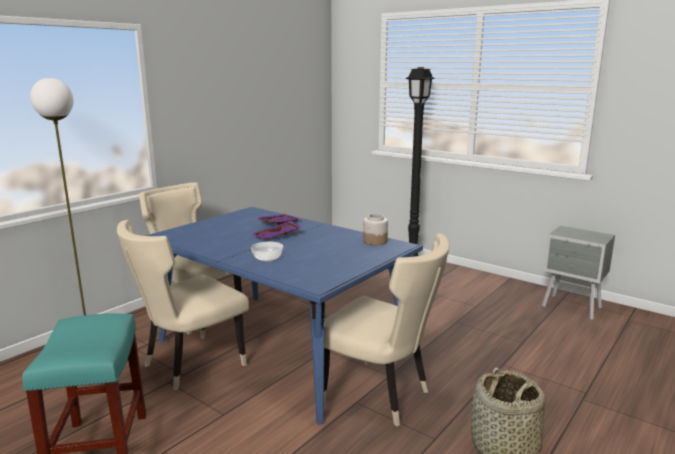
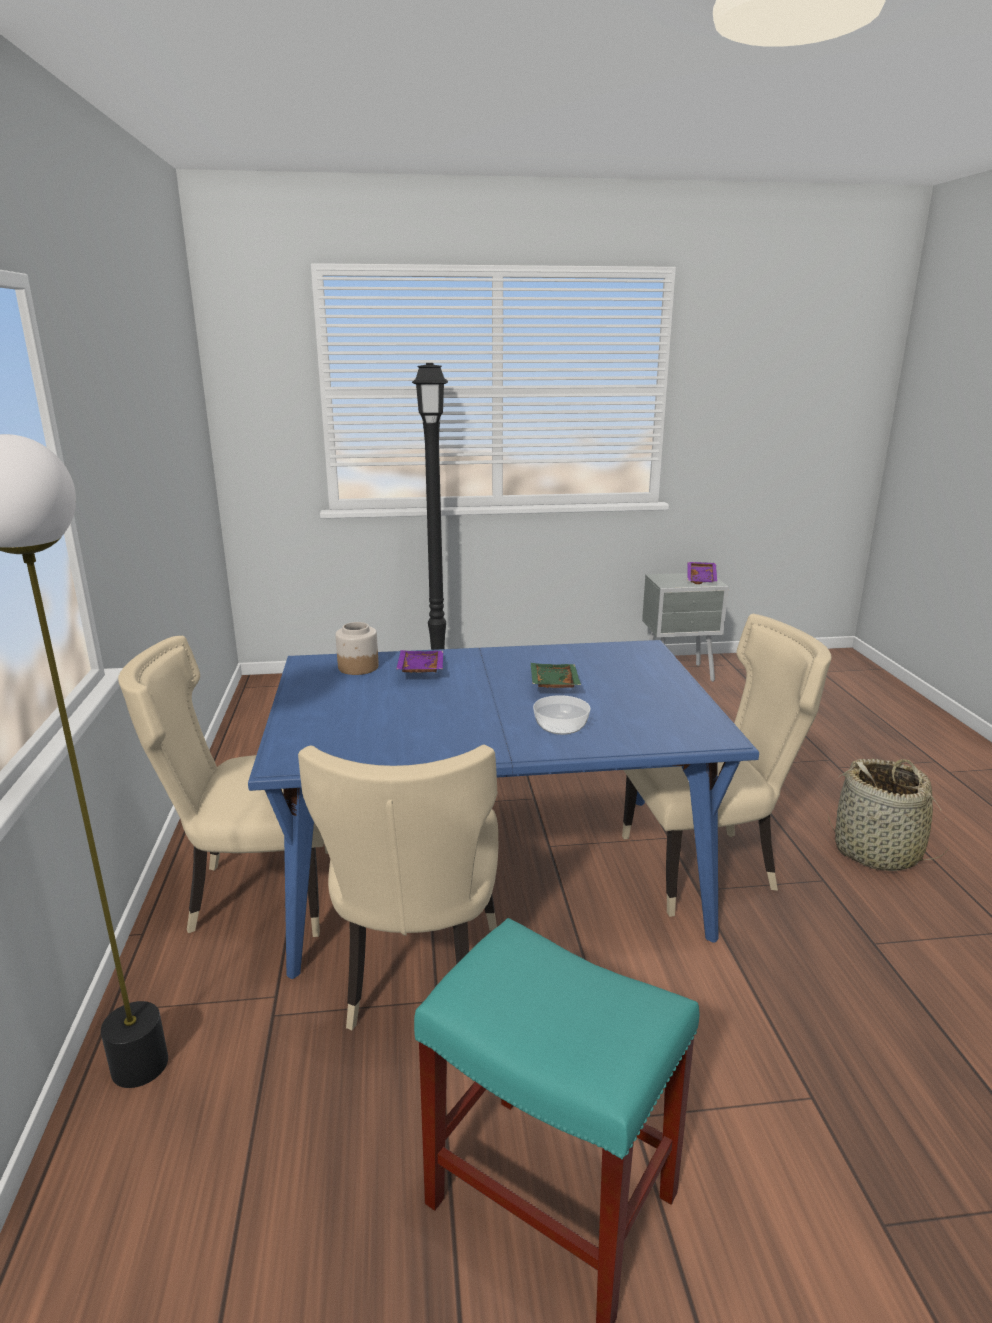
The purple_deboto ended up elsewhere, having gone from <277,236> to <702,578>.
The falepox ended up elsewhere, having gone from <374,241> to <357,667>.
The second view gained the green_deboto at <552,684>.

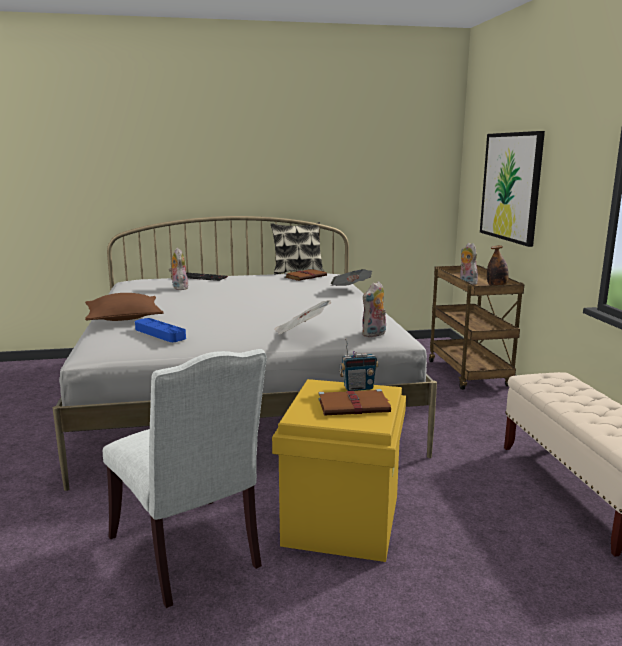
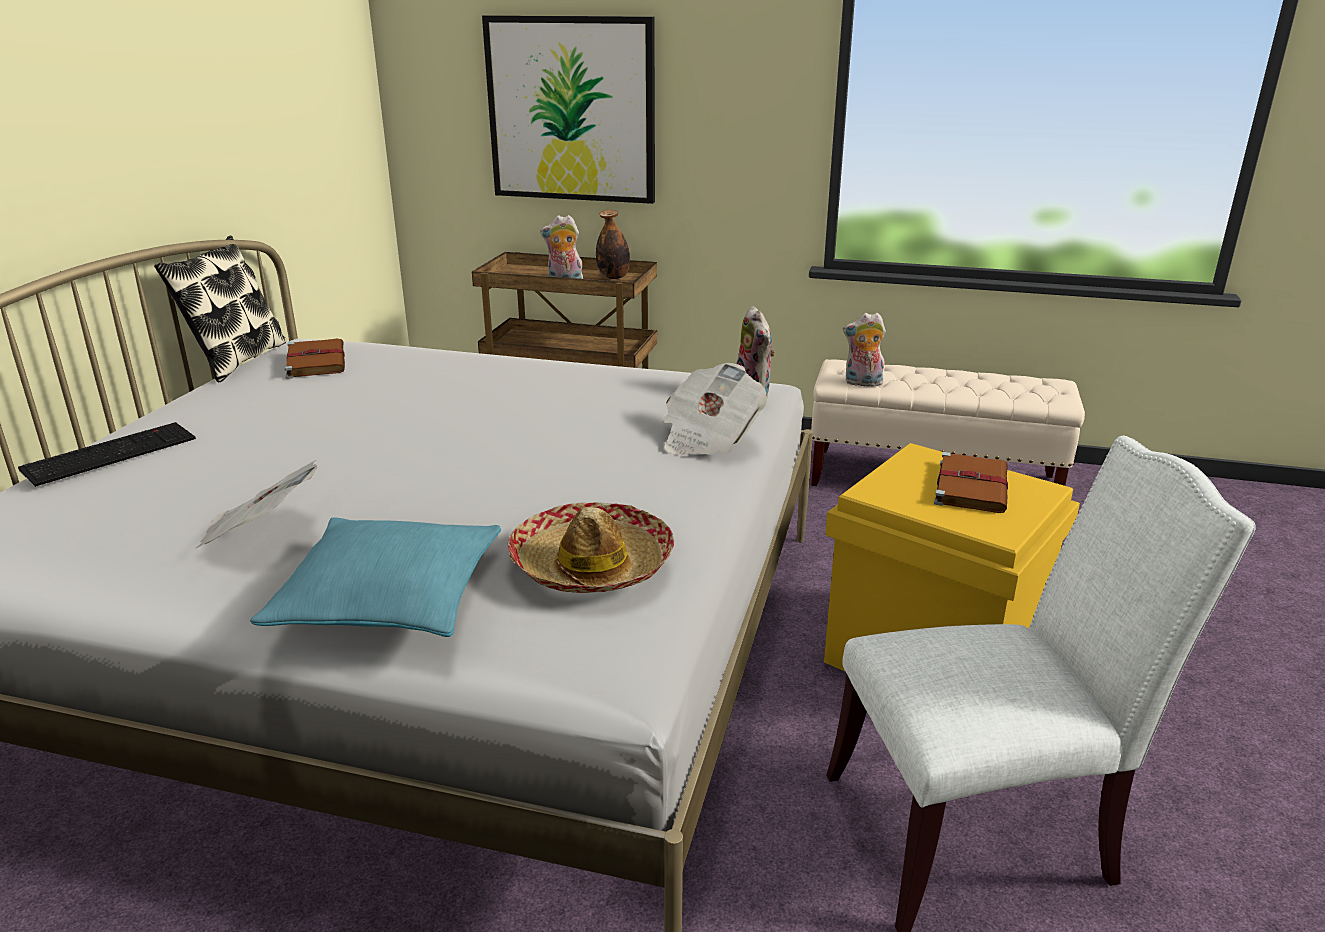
What was the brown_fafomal at <124,318> turned into the turquoise_fafomal at <389,597>.
Where the blue_deboto stood at <160,334>, the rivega came to stand at <591,565>.
The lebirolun ended up elsewhere, having gone from <179,288> to <862,383>.
The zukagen ended up elsewhere, having gone from <350,290> to <262,534>.
The second view lost the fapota at <358,388>.

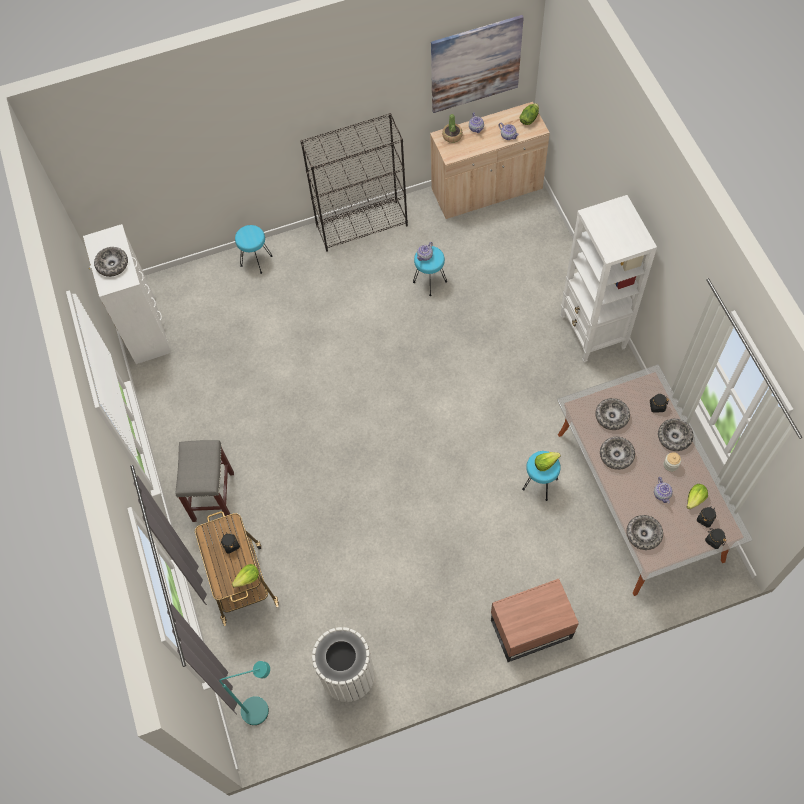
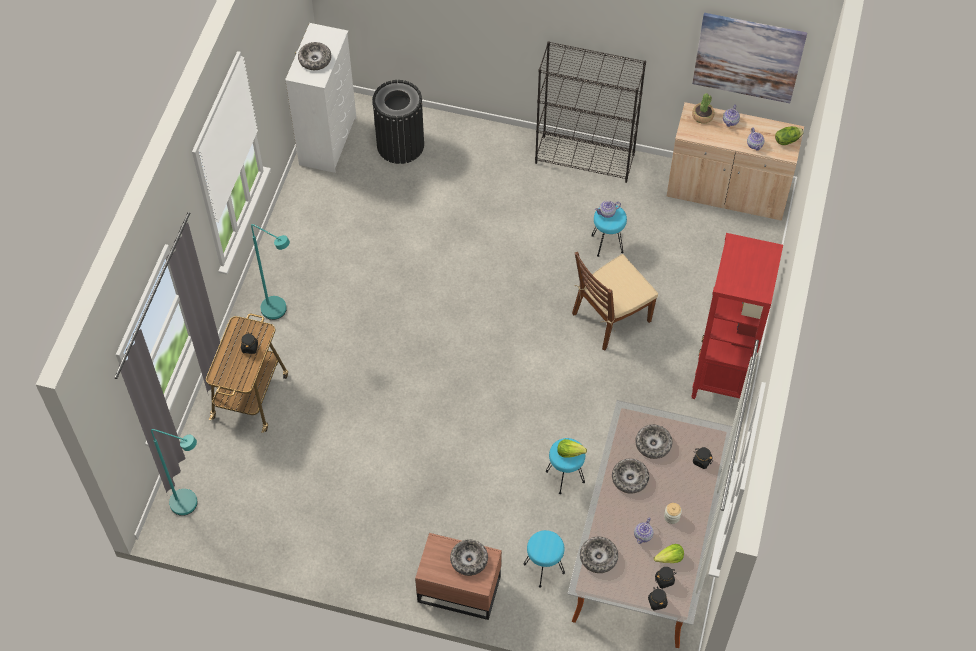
Where the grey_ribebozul stood at <213,496>, the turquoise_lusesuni came to stand at <279,312>.
The second view lost the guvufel at <247,578>.
The turquoise_ribebozul ended up elsewhere, having gone from <256,260> to <544,567>.
The second view lost the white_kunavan at <347,674>.
What was the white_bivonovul at <592,333> turned into the red_bivonovul at <721,377>.
The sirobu ended up elsewhere, having gone from <674,437> to <469,560>.
The second view gained the black_kunavan at <400,145>.
The second view gained the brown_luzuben at <610,317>.

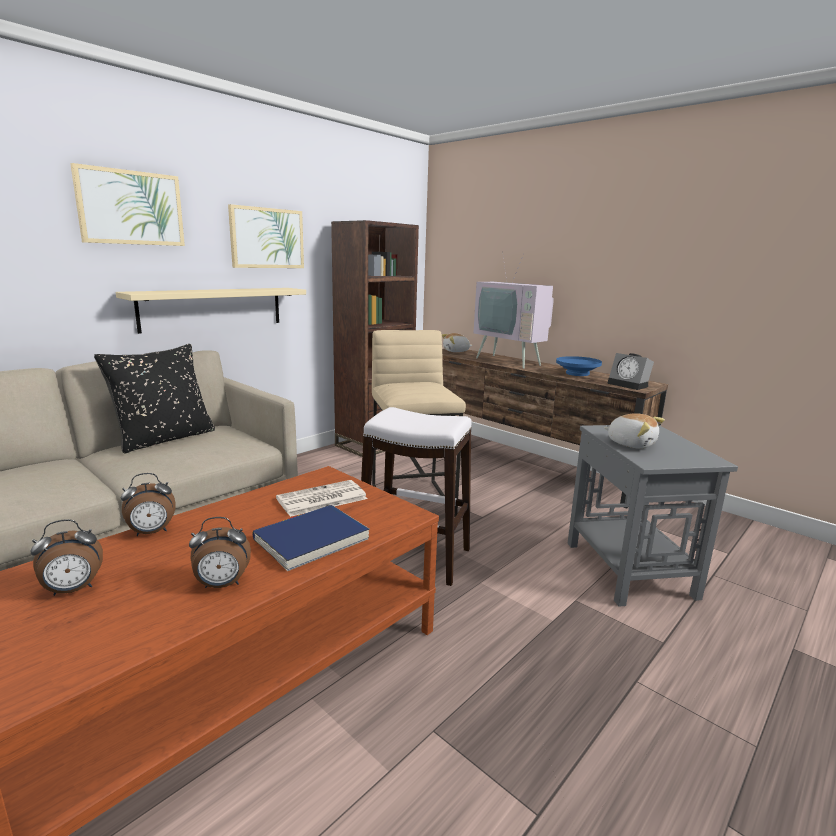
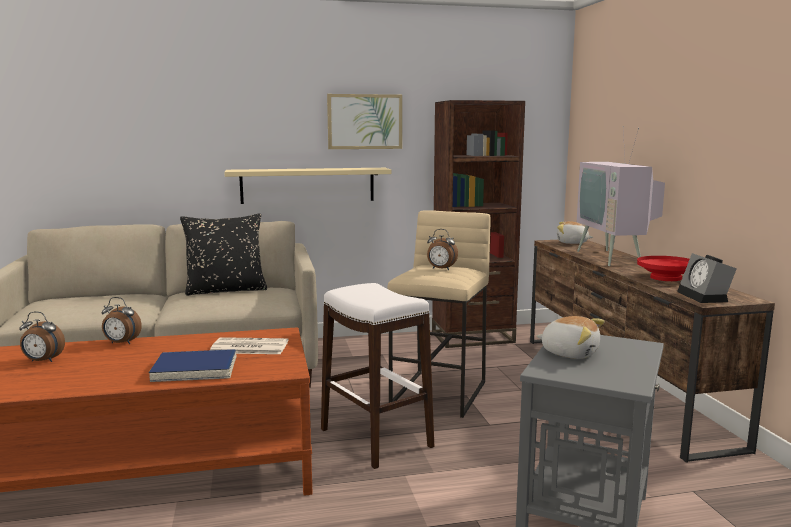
The second view lost the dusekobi at <131,208>.
The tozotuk ended up elsewhere, having gone from <222,585> to <441,269>.
What was the blue_sirobu at <577,373> turned into the red_sirobu at <665,278>.
The lebirolun at <631,443> ended up facing another way, 45 degrees counterclockwise from before.

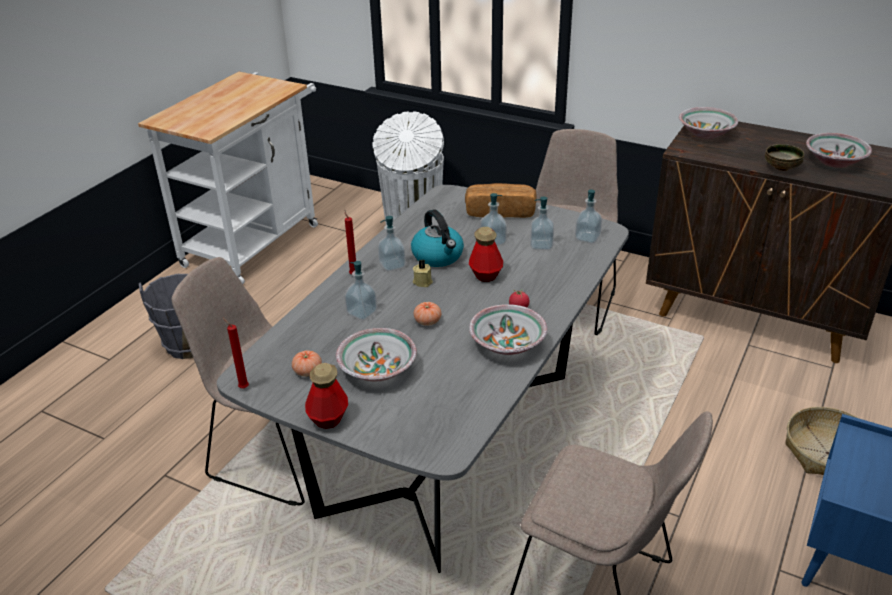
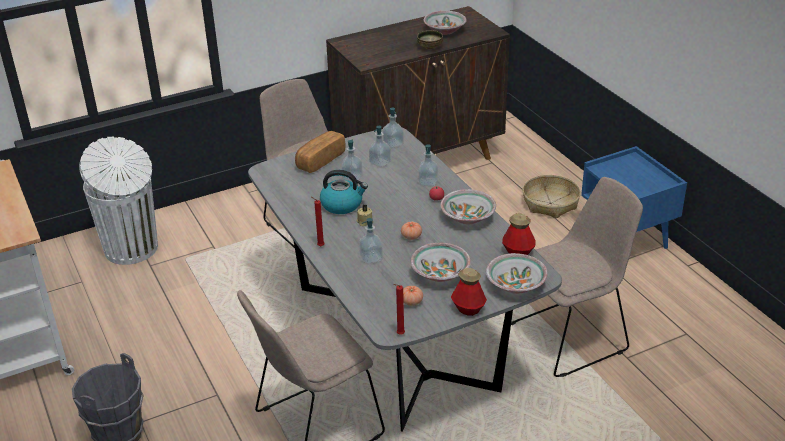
The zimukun ended up elsewhere, having gone from <392,265> to <428,182>.
The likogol ended up elsewhere, having gone from <485,275> to <518,252>.
The sirobu ended up elsewhere, having gone from <706,133> to <516,285>.

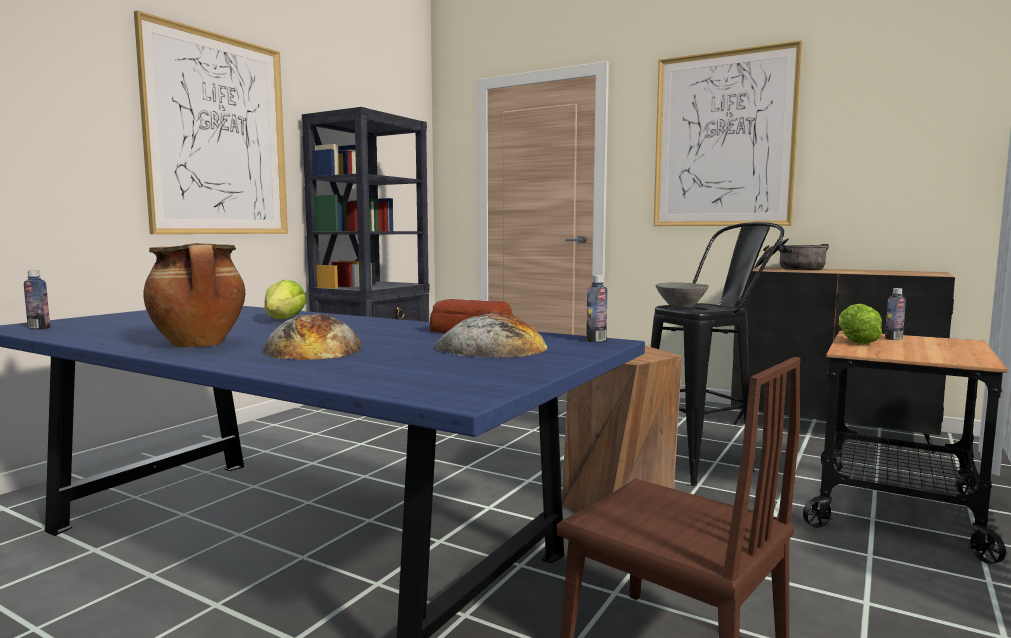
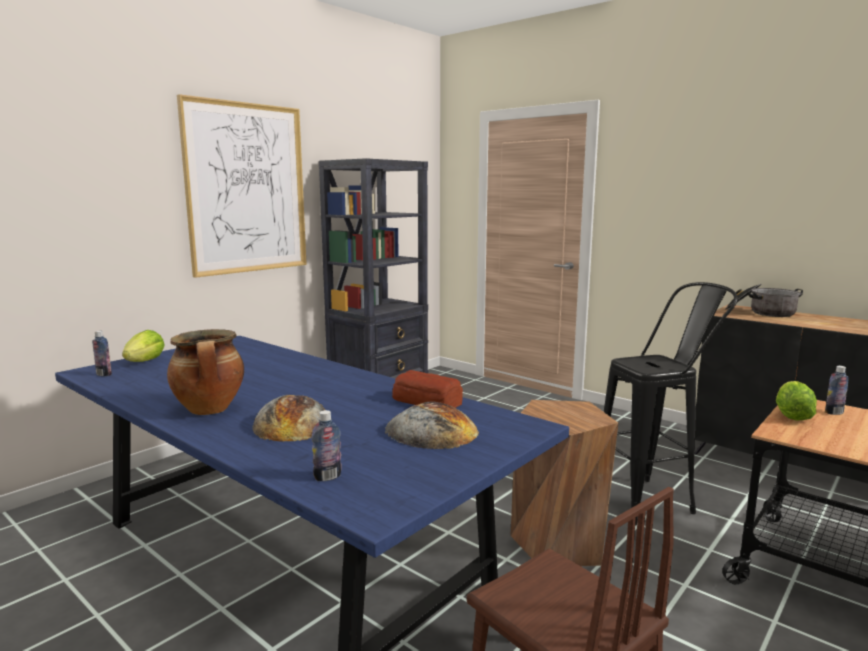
The guvufel ended up elsewhere, having gone from <284,319> to <145,362>.
The likogol ended up elsewhere, having gone from <596,340> to <327,477>.
The second view lost the dusekobi at <723,140>.
The second view lost the grey_sirobu at <681,307>.

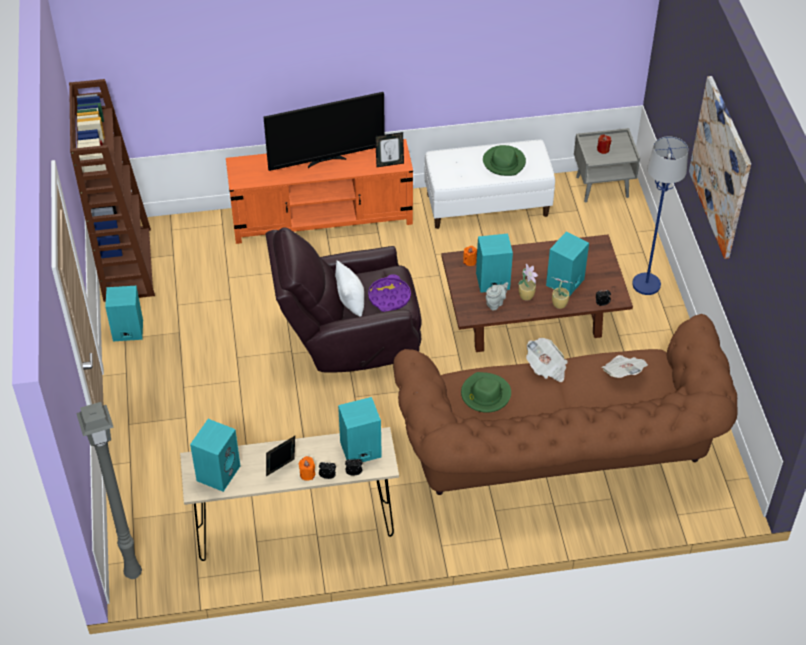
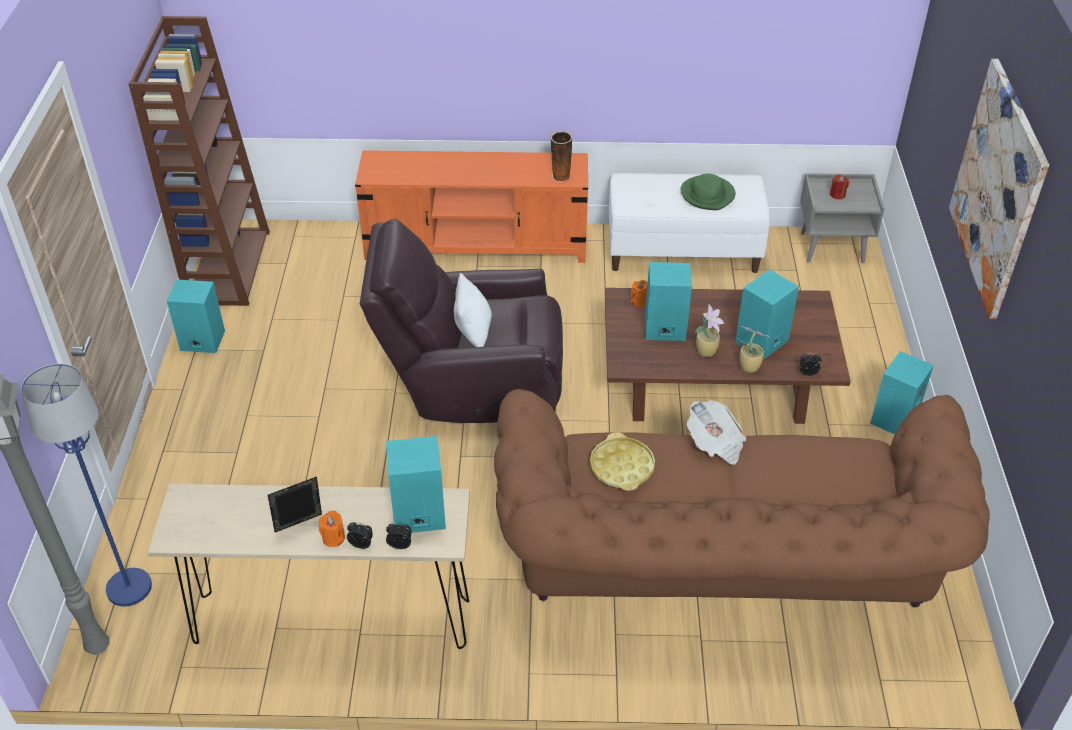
The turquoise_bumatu ended up elsewhere, having gone from <218,472> to <893,418>.
The second view lost the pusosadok at <326,160>.
The second view lost the purple_deboto at <389,297>.
Where the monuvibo stood at <389,163>, the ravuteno came to stand at <560,177>.
Where the green_rivega stood at <485,394>, the yellow_deboto came to stand at <621,467>.
The second view lost the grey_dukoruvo at <495,303>.
The second view lost the zukagen at <623,373>.
The blue_lusesuni ended up elsewhere, having gone from <646,284> to <128,588>.

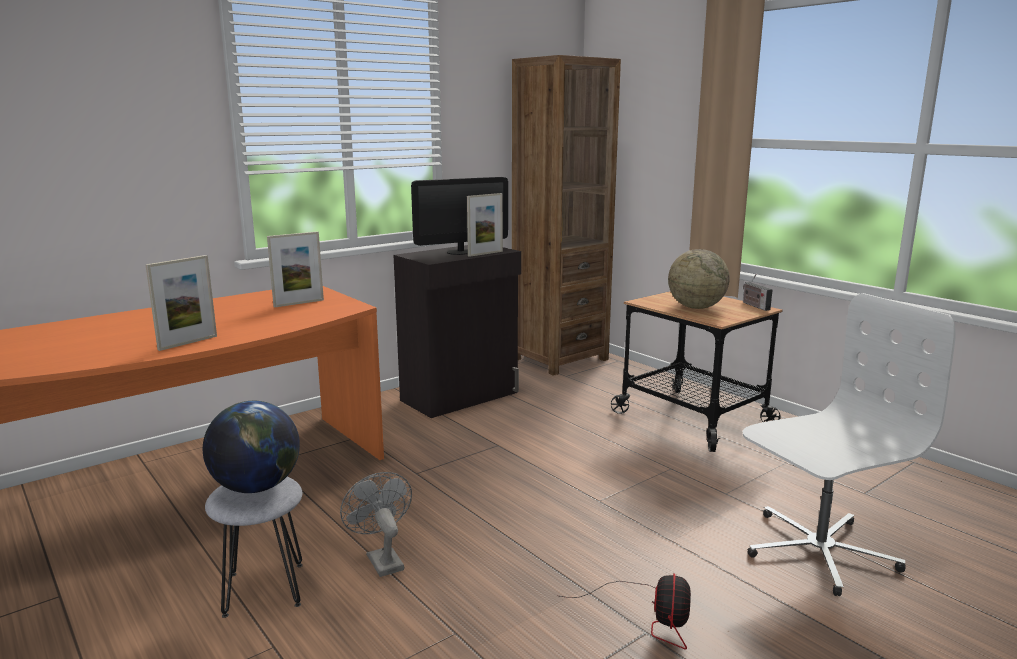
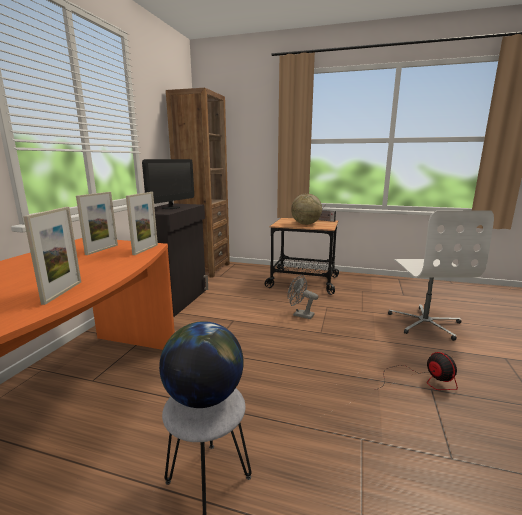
The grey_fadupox ended up elsewhere, having gone from <381,559> to <300,315>.
The monuvibo ended up elsewhere, having gone from <485,253> to <145,249>.
The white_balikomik at <818,550> ended up facing another way, 150 degrees clockwise from before.

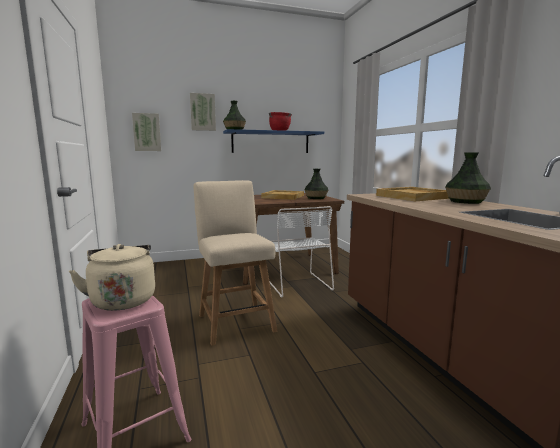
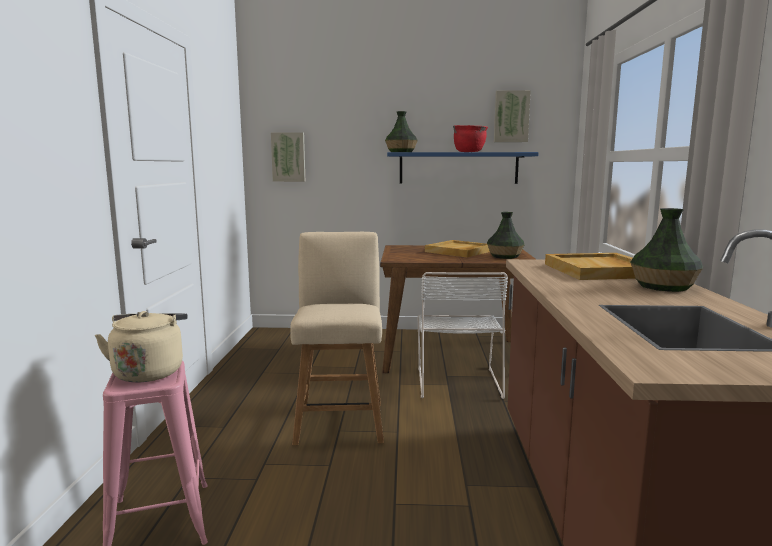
The dusekobi ended up elsewhere, having gone from <202,112> to <511,116>.

